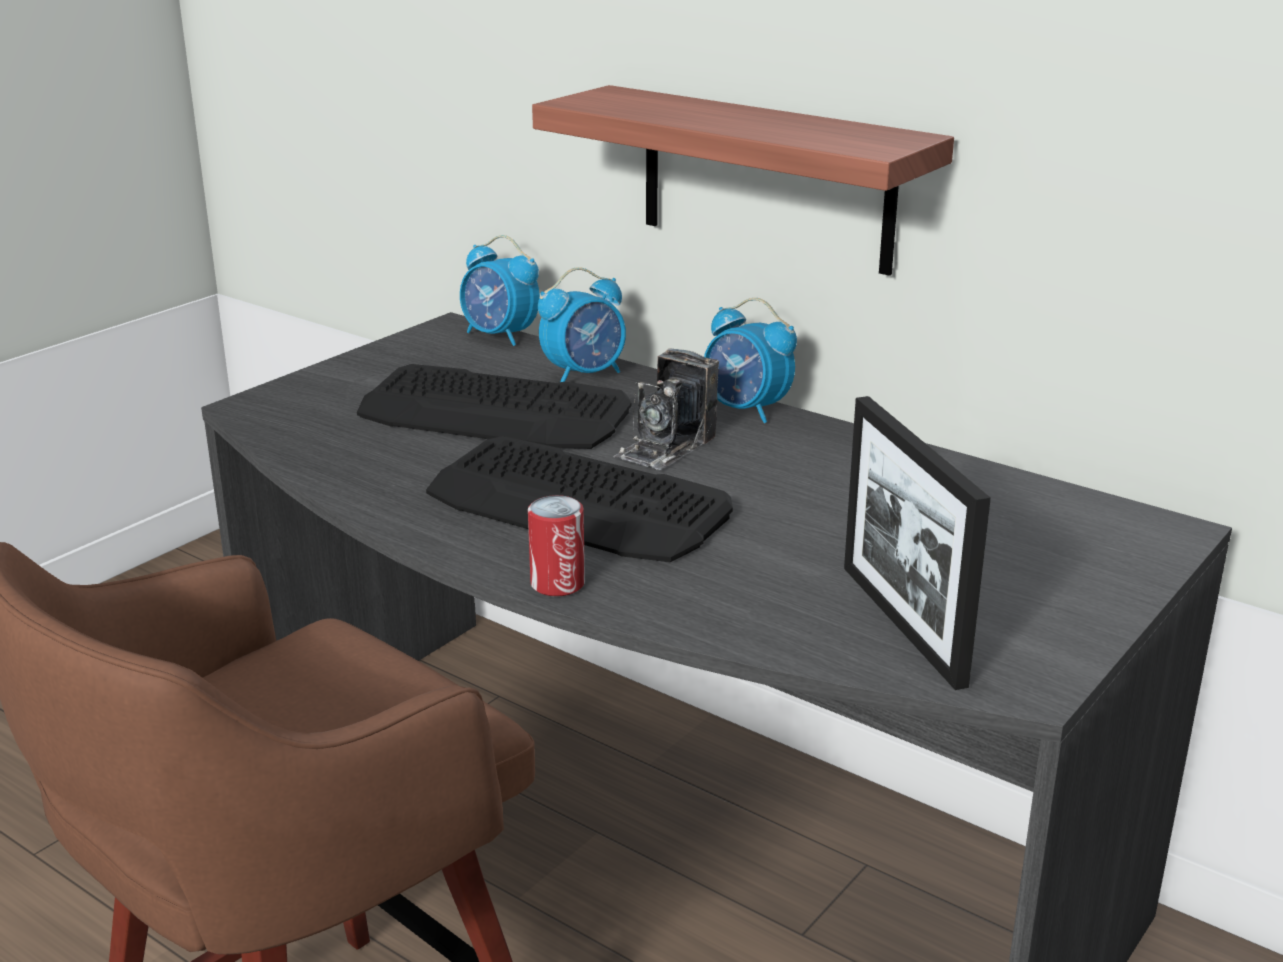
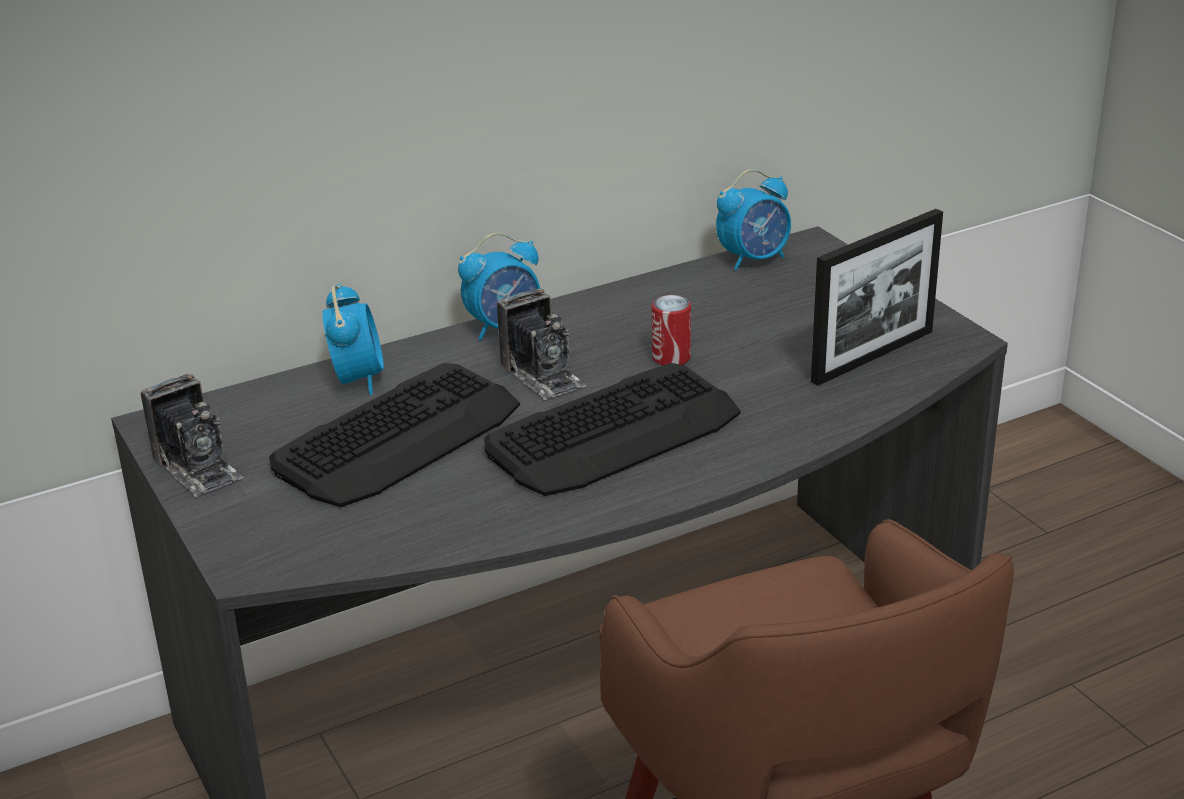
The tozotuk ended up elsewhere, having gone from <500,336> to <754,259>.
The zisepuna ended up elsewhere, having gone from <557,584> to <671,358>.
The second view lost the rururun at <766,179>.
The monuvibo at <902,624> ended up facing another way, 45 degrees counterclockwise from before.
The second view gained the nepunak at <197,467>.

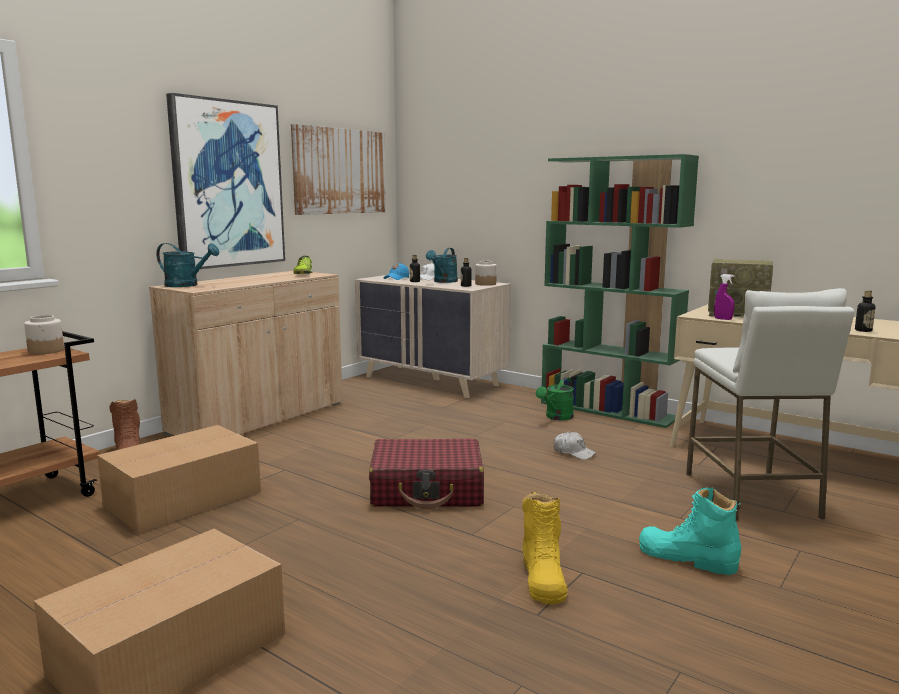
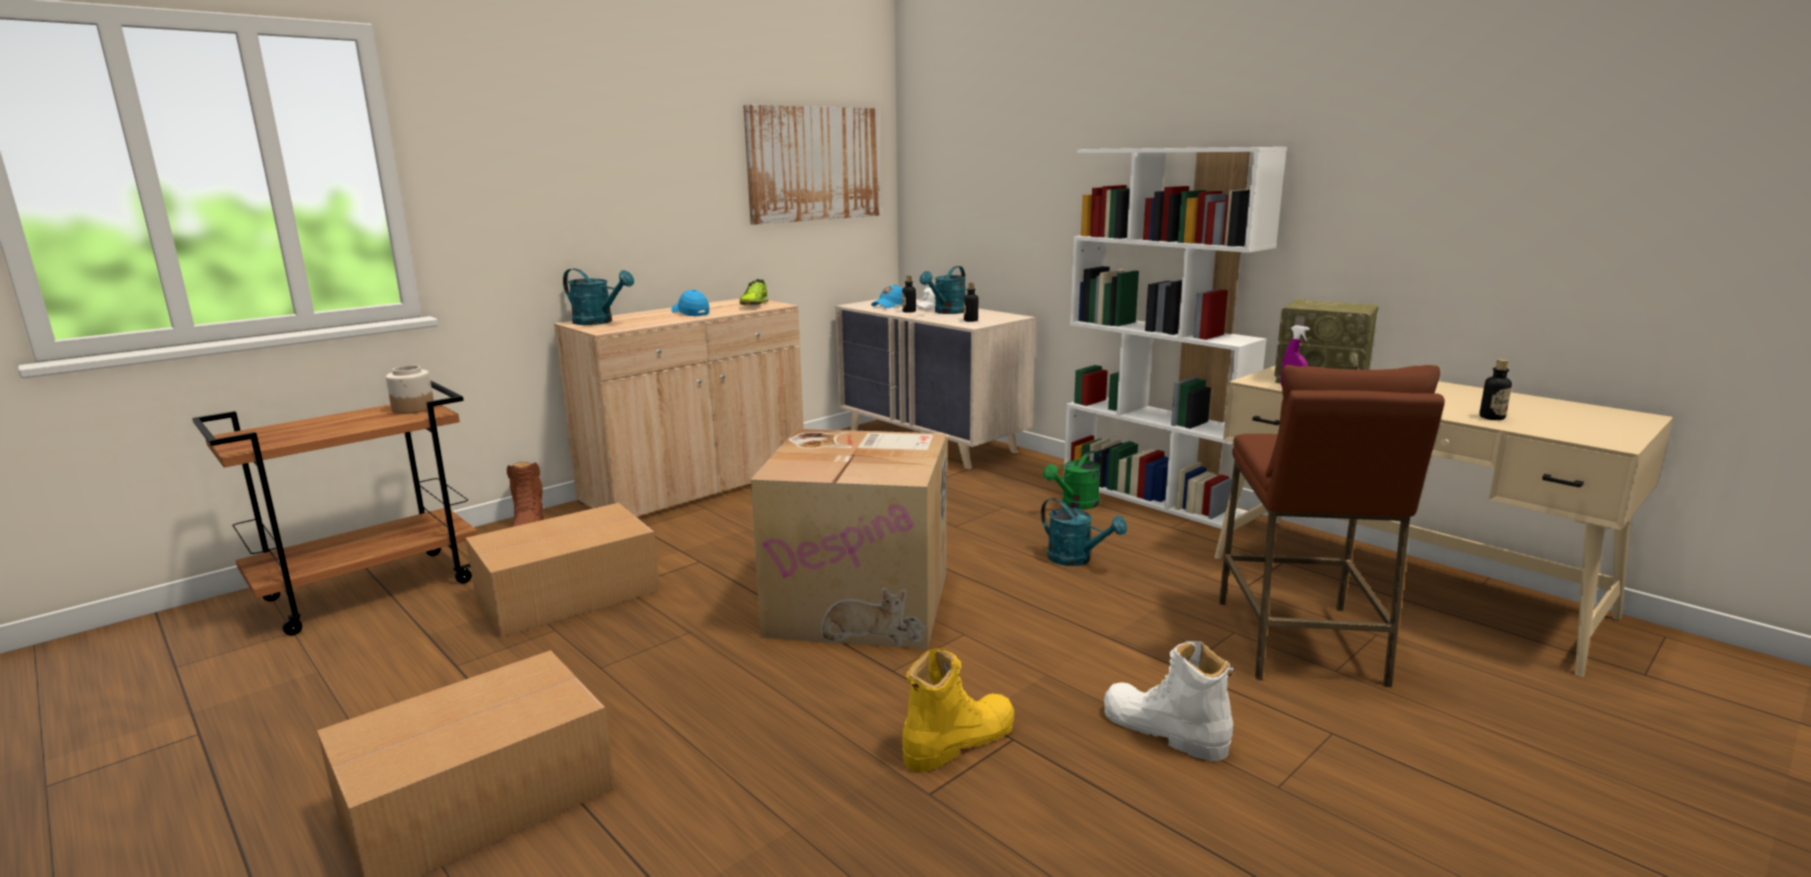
The second view lost the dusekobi at <227,184>.
Where the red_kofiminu stood at <427,490>, the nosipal came to stand at <862,602>.
The second view lost the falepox at <485,284>.
The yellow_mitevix at <543,577> ended up facing another way, 135 degrees counterclockwise from before.
What was the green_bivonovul at <609,410> turned into the white_bivonovul at <1152,497>.
Where the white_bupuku stood at <573,452>, the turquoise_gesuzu came to stand at <1076,559>.
What was the turquoise_mitevix at <686,558> turned into the white_mitevix at <1164,731>.
What was the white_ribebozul at <752,495> turned into the brown_ribebozul at <1300,642>.
The second view gained the blue_bupuku at <690,313>.

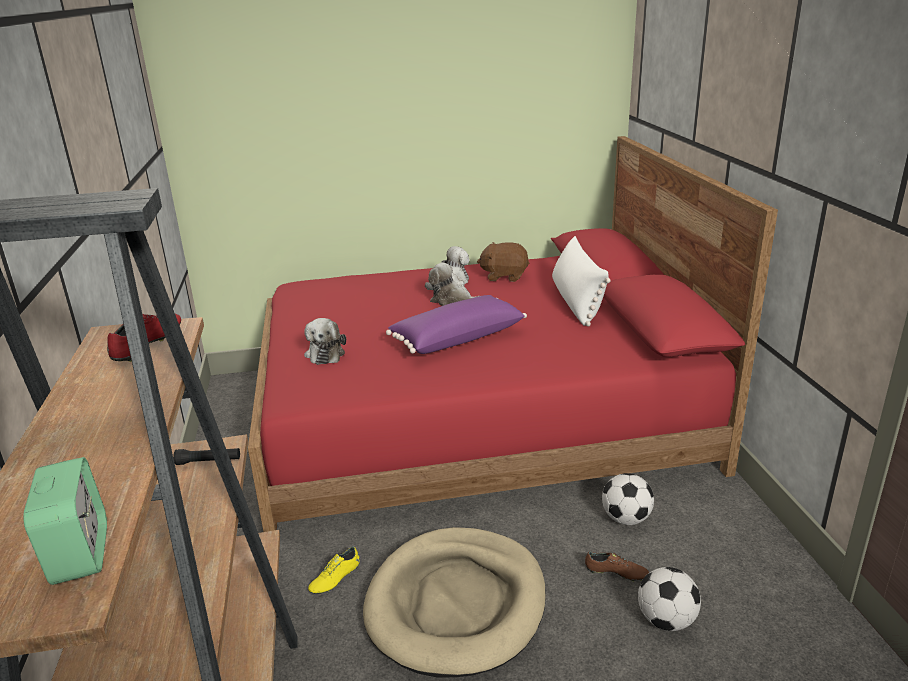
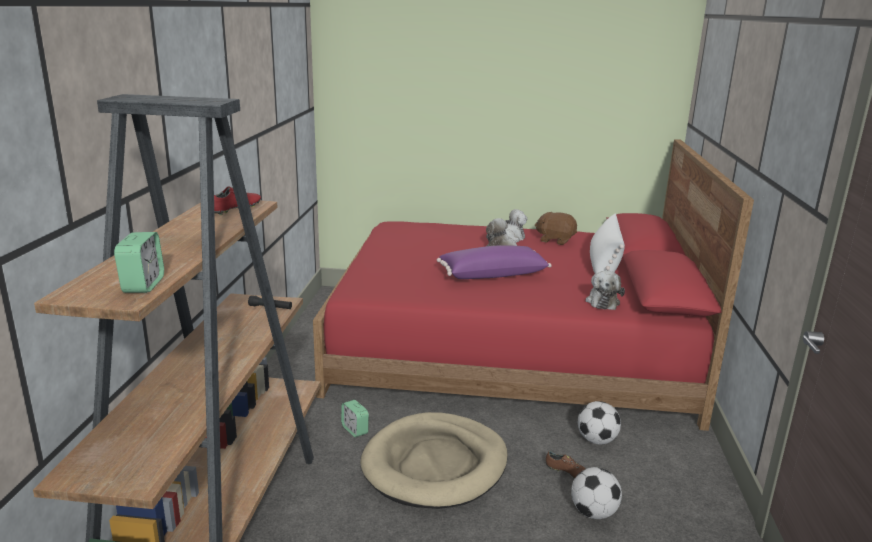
The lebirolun ended up elsewhere, having gone from <325,353> to <602,301>.
Where the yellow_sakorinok stood at <335,579>, the tozotuk came to stand at <355,430>.

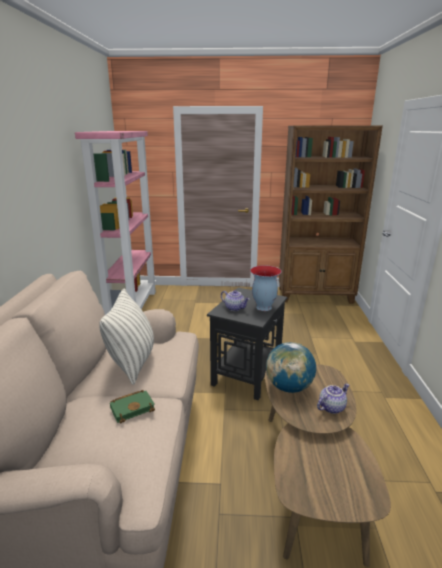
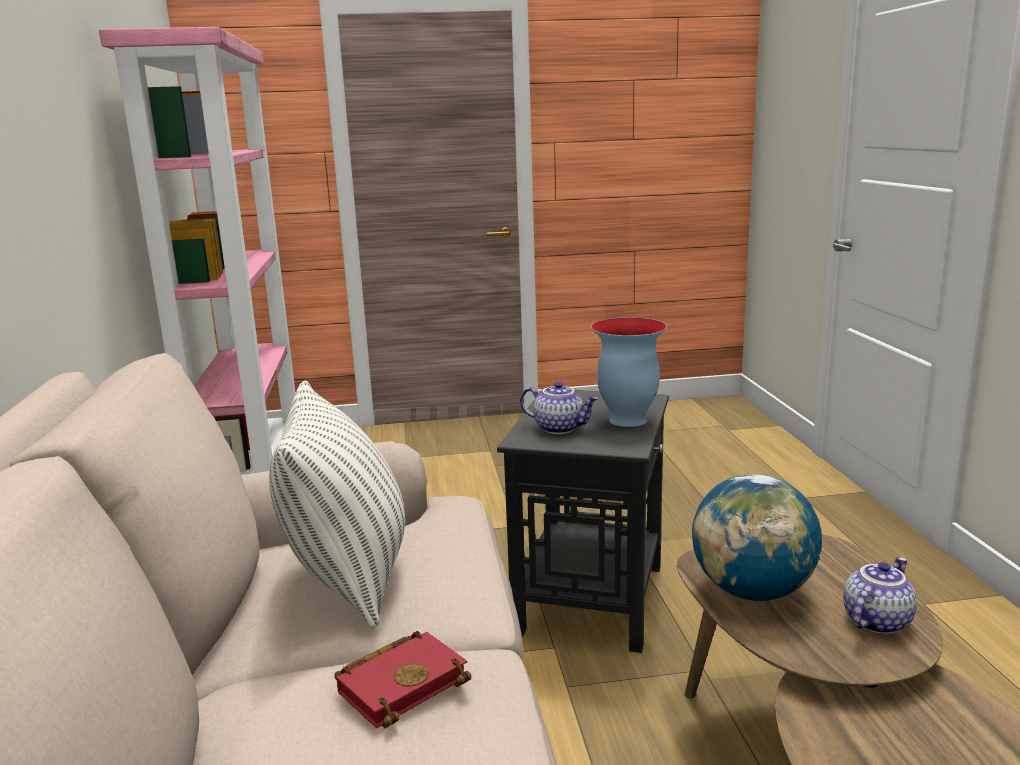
What was the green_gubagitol at <133,407> turned into the red_gubagitol at <403,683>.
The second view lost the brown_bivonovul at <315,296>.

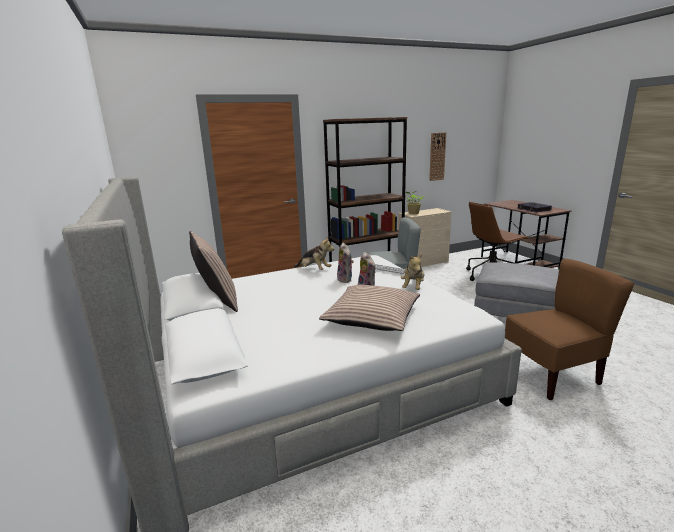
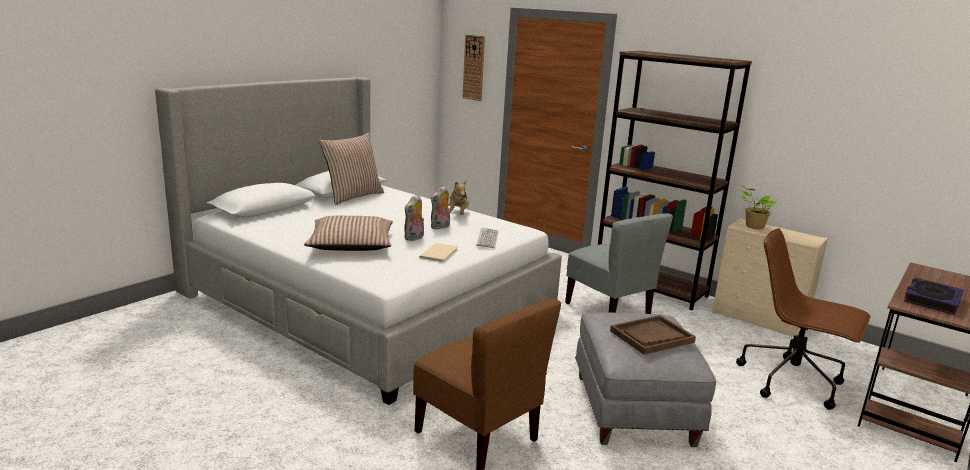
Where the lebirolun stood at <413,287>, the beige_gubagitol came to stand at <440,253>.
The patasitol ended up elsewhere, having gone from <437,156> to <474,67>.
The second view gained the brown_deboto at <651,336>.

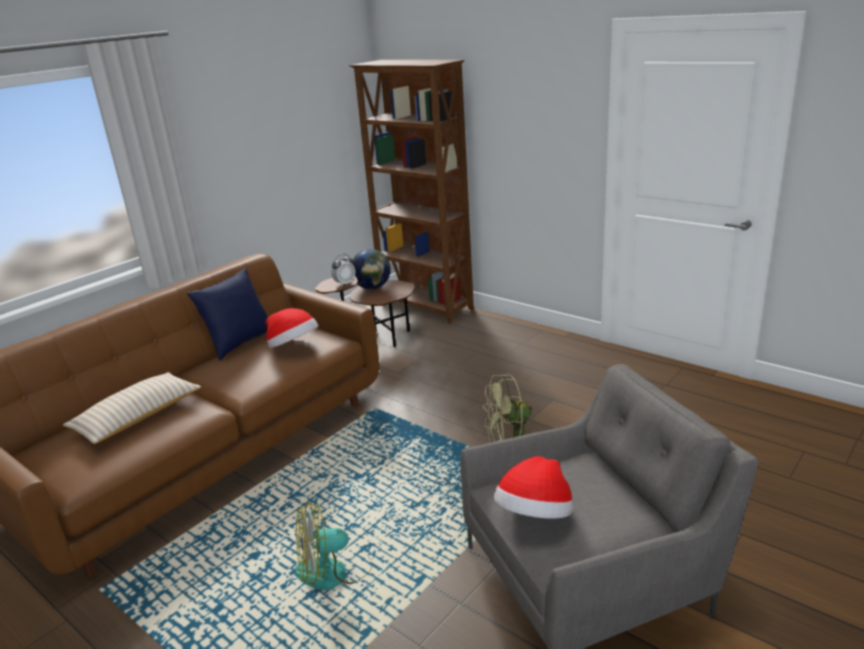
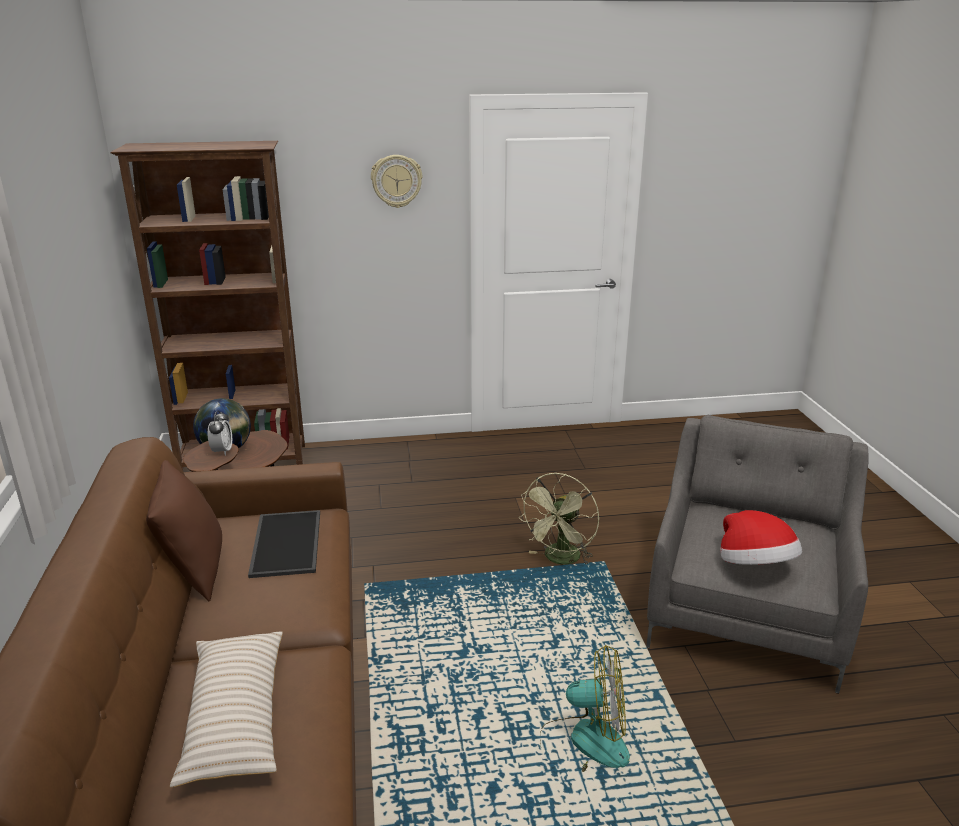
What was the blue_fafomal at <239,343> turned into the brown_fafomal at <194,571>.
Where the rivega stood at <293,347>, the deboto came to stand at <284,543>.
The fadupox at <334,571> ended up facing another way, 105 degrees counterclockwise from before.
The second view gained the patasitol at <396,181>.

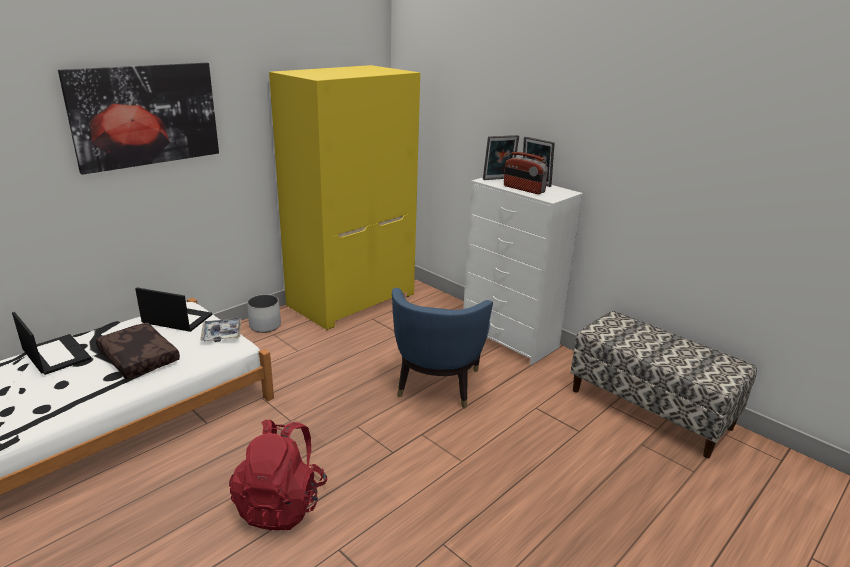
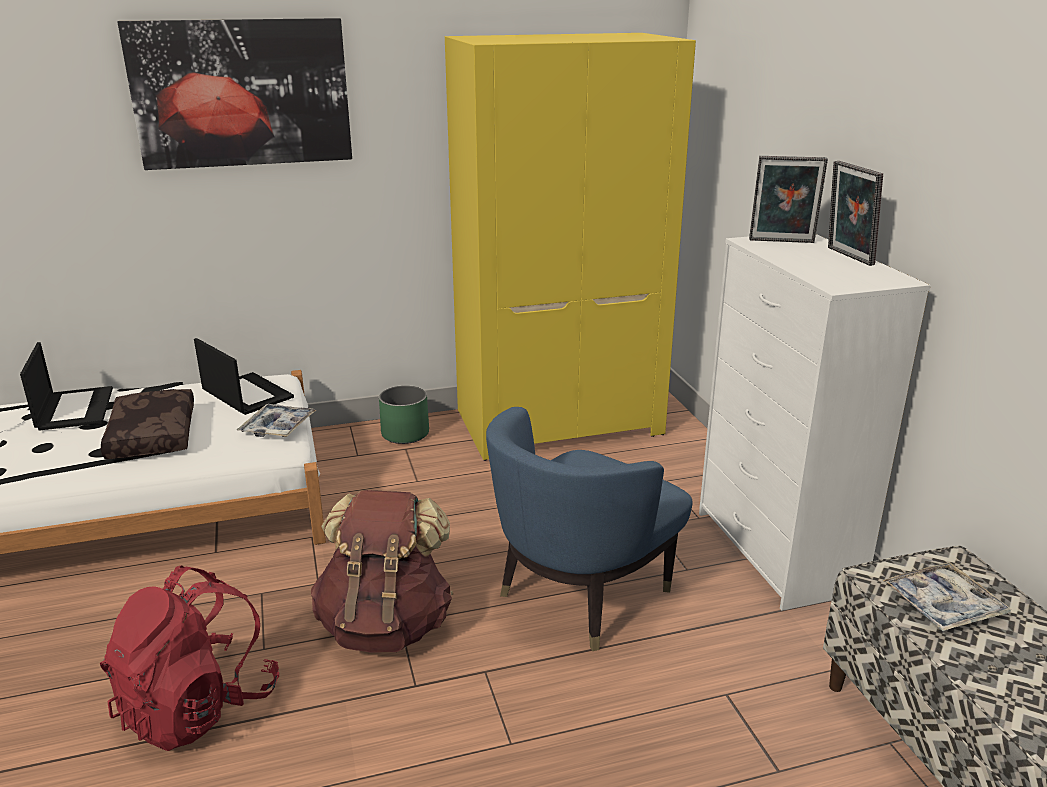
What was the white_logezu at <265,326> turned into the green_logezu at <405,434>.
The second view lost the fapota at <523,189>.
The second view gained the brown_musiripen at <386,625>.
The second view gained the deboto at <943,605>.

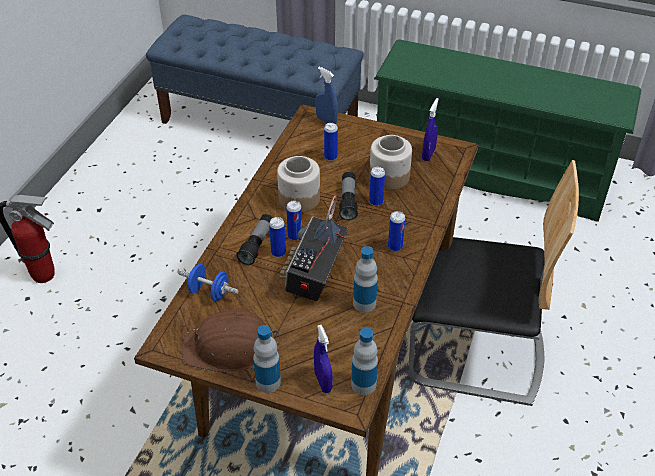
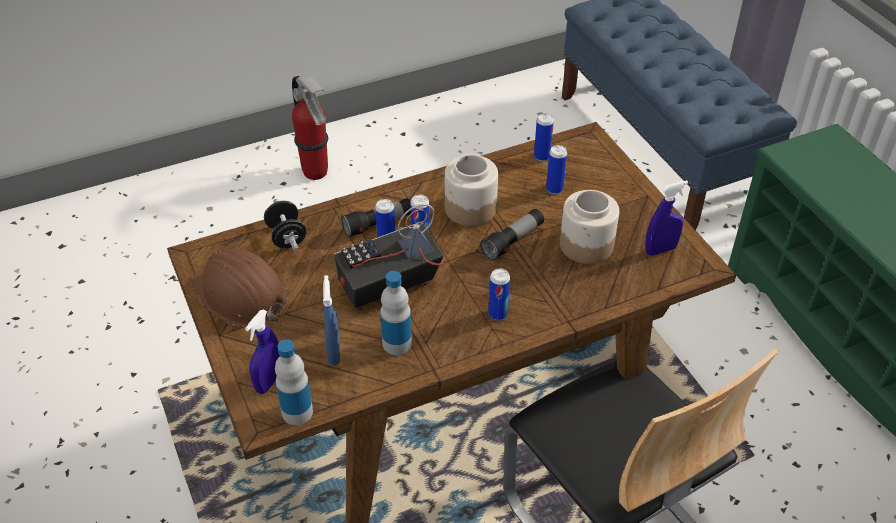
What was the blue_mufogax at <209,292> turned into the black_mufogax at <286,237>.
The second view lost the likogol at <268,382>.
The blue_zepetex ended up elsewhere, having gone from <326,121> to <334,352>.
The zisepuna ended up elsewhere, having gone from <376,201> to <542,156>.

